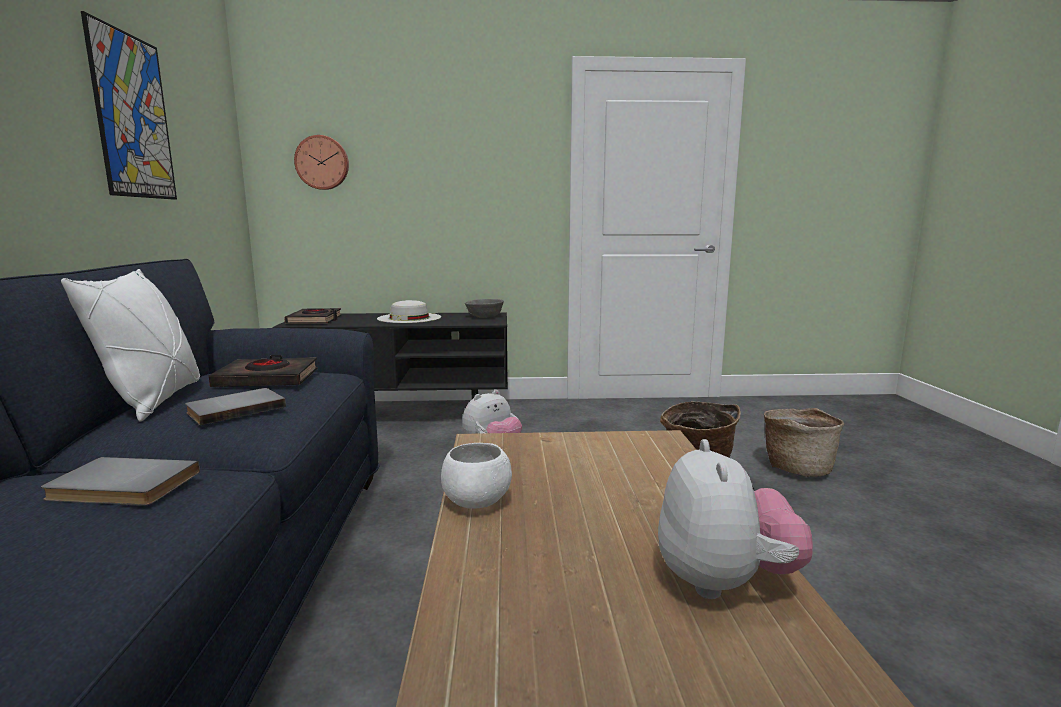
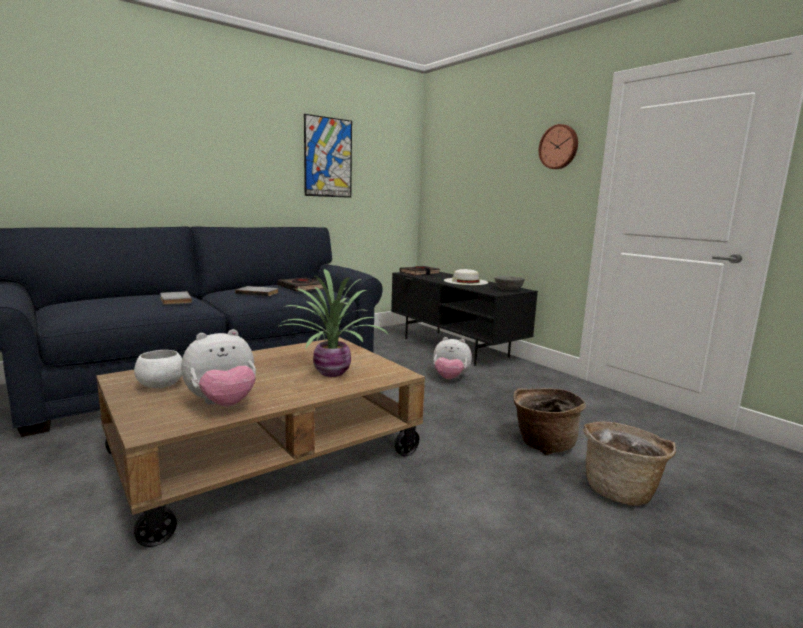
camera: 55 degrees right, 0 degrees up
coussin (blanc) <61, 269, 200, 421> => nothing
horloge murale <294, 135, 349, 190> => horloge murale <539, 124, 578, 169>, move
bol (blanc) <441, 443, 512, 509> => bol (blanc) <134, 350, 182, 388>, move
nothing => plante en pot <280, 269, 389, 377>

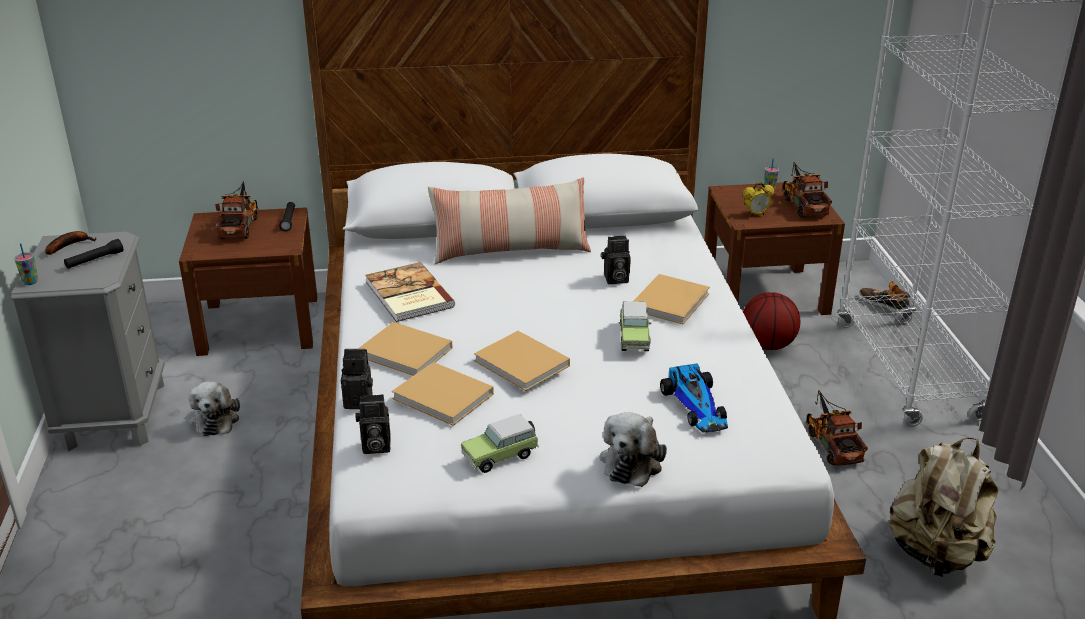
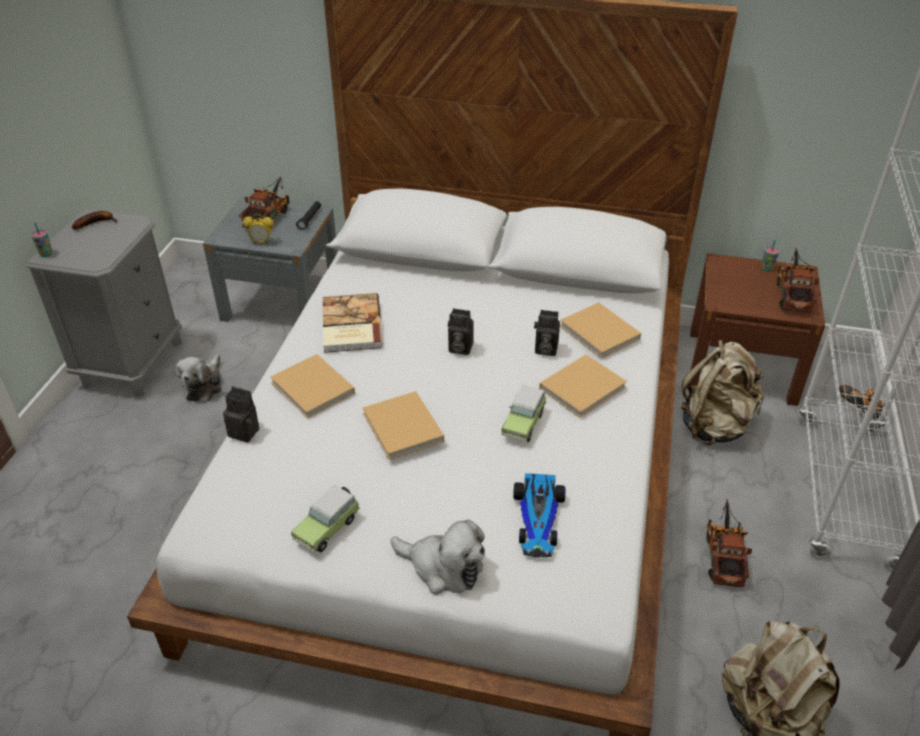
camera: 20 degrees right, 10 degrees up
lampe de poche (noir) <64, 239, 123, 269> => nothing
table de chevet (marron) <179, 207, 317, 356> => table de chevet (gris) <203, 197, 338, 322>
appareil photo <356, 394, 390, 454> => appareil photo <448, 308, 474, 355>, move
livre (beige) <392, 362, 494, 426> => livre (beige) <560, 302, 641, 359>, move
coussin <428, 177, 591, 264> => nothing
petite voiture <461, 414, 539, 473> => petite voiture <291, 485, 360, 553>, 45 degrees counterclockwise
peluche <600, 412, 667, 487> => peluche <390, 520, 485, 595>, 105 degrees counterclockwise
réveil <743, 182, 774, 217> => réveil <243, 214, 274, 244>, move
ballon de basket <743, 292, 800, 350> => sac à dos (beige) <681, 340, 764, 445>

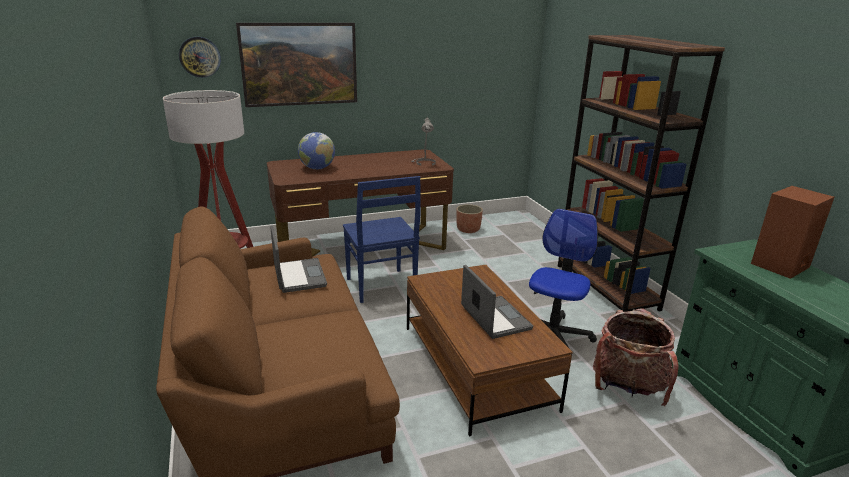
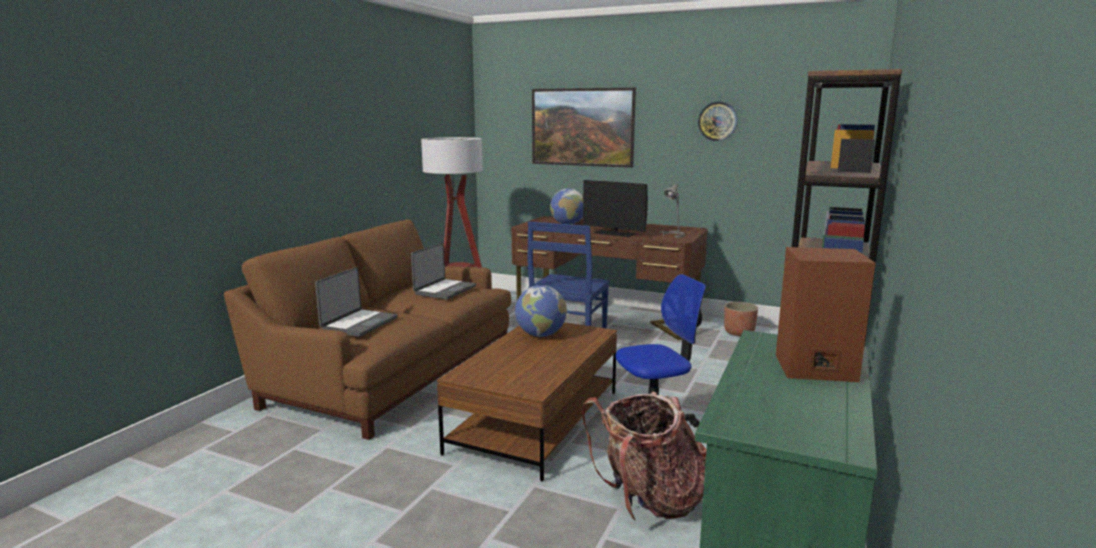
camera: 45 degrees right, 10 degrees down
horloge murale <179, 37, 221, 78> => horloge murale <698, 102, 738, 141>, move
ordinateur portable <461, 265, 533, 339> => ordinateur portable <315, 267, 398, 337>, move
nothing => globe <515, 285, 567, 337>
nothing => écran d'ordinateur <583, 180, 648, 237>

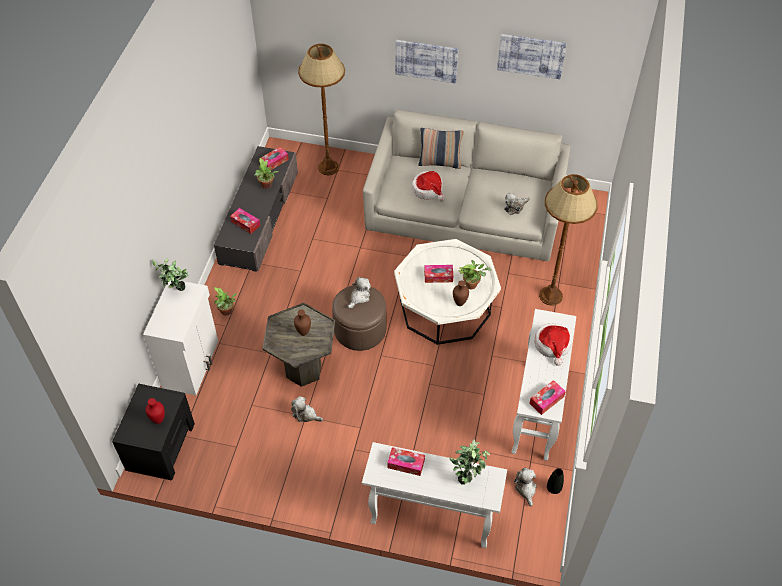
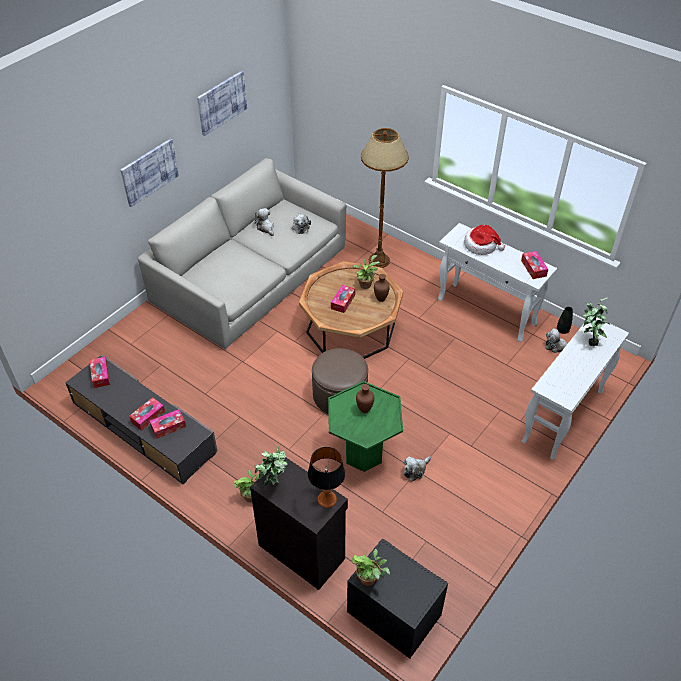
camera: 65 degrees left, 5 degrees down
meuble de rangement (blanc) <143, 281, 218, 395> => meuble de rangement (noir) <250, 458, 348, 590>
vase (rouge) <146, 398, 165, 424> => nothing
plante en pot <254, 158, 279, 189> => plante en pot <352, 549, 390, 586>, move
table d'appoint (gris) <262, 303, 335, 387> => table d'appoint (vert) <328, 381, 403, 472>
lampadaire (marron) <298, 44, 345, 175> => nothing
peluche <347, 277, 371, 309> => peluche <254, 208, 274, 236>, move
boîte à mouchoirs <387, 447, 425, 476> => boîte à mouchoirs <129, 397, 165, 431>, move
table basse (blanc) <394, 239, 501, 345> => table basse (marron) <299, 261, 403, 359>
chapeau <412, 171, 445, 201> => nothing
coussin <418, 128, 464, 169> => nothing
nothing => lampe de table <308, 447, 345, 508>

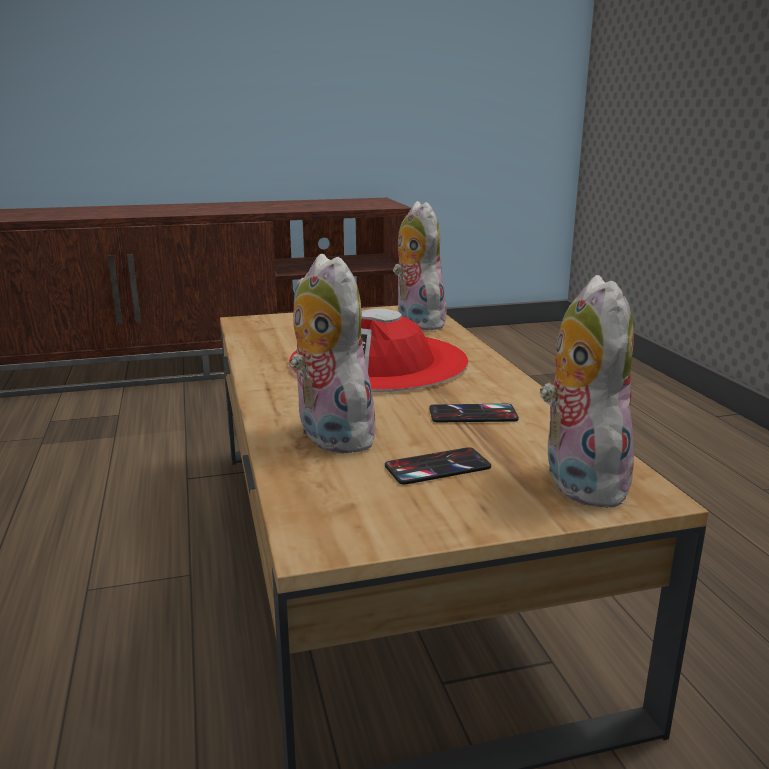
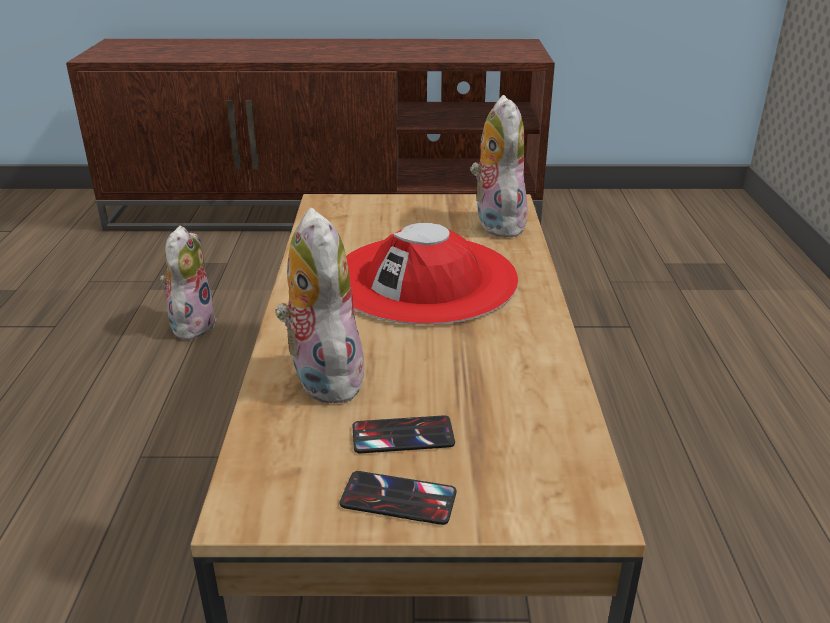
camera: 15 degrees right, 10 degrees up
téléphone <429, 404, 519, 423> => téléphone <340, 471, 457, 525>, move
peluche <540, 275, 634, 508> => peluche <160, 226, 217, 340>, move

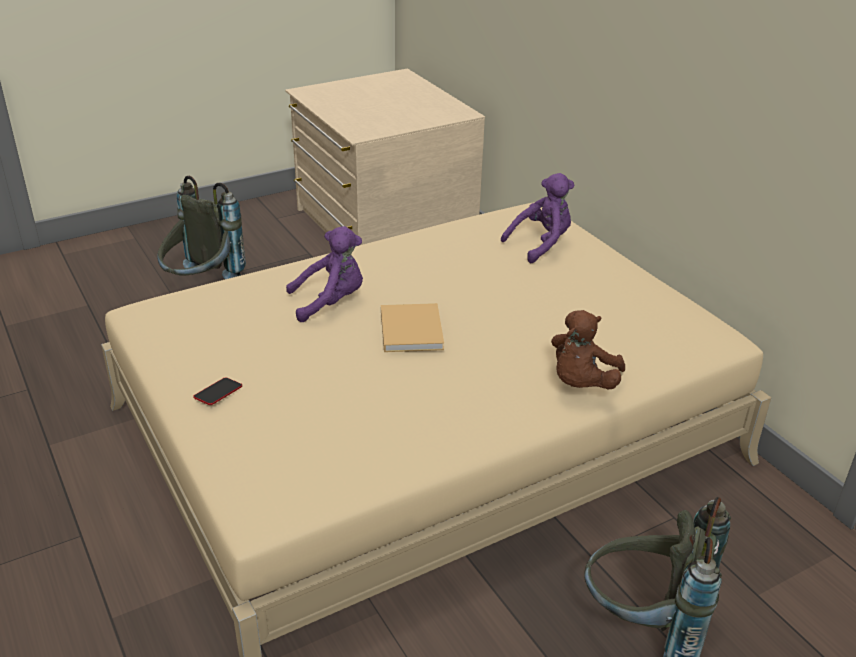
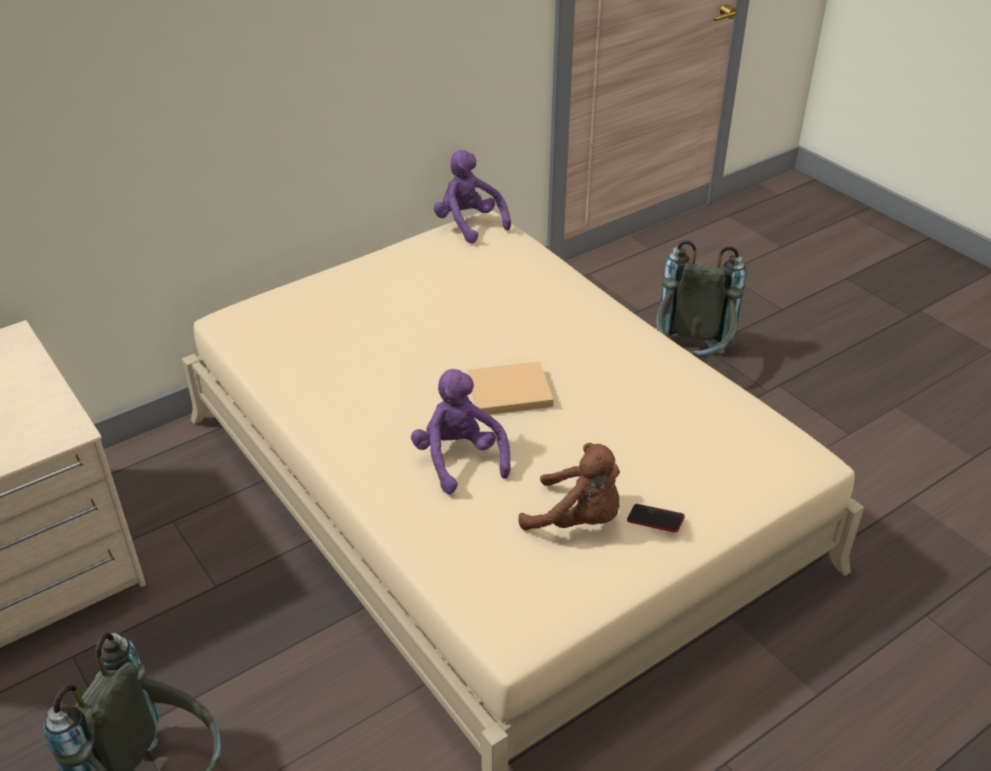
camera: 95 degrees left, 5 degrees up
peluche (violet) <501, 173, 575, 263> => peluche (violet) <434, 150, 511, 244>, move
peluche (marron) <551, 310, 625, 389> => peluche (marron) <519, 443, 620, 530>, move

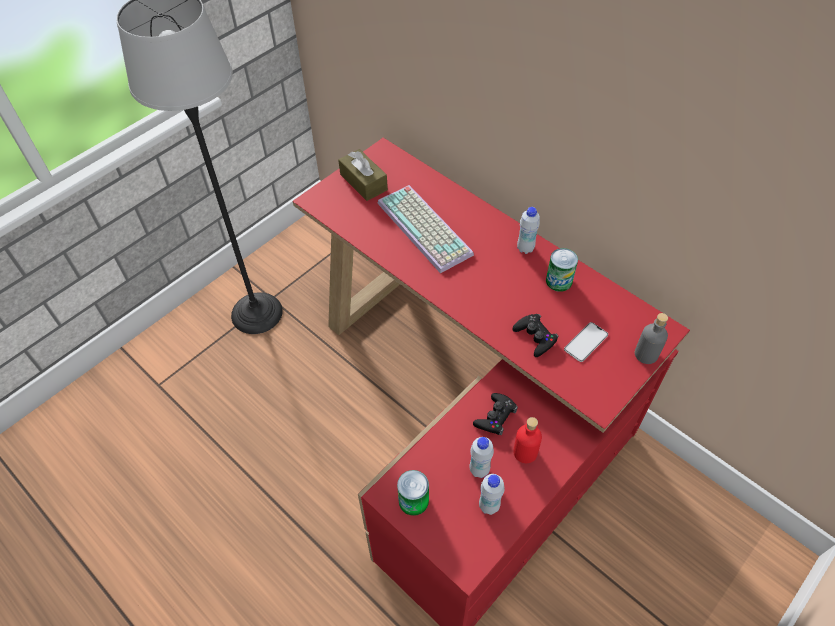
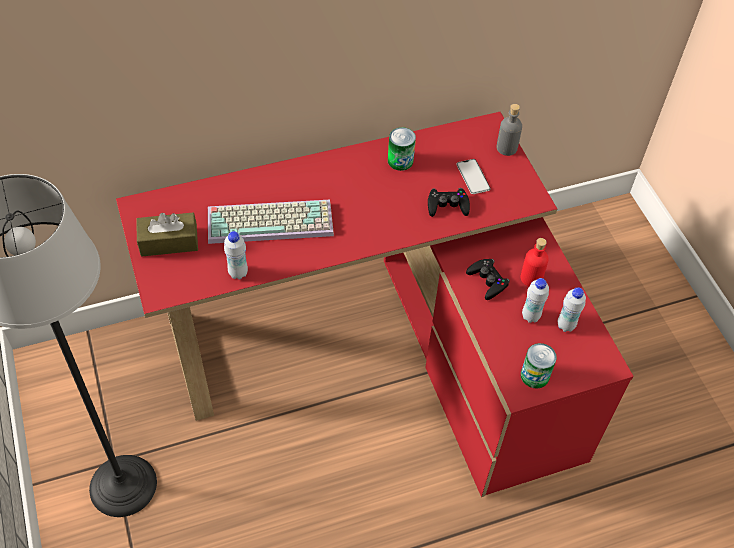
camera: 65 degrees left, 0 degrees up
bouteille (blanc) <517, 207, 540, 254> => bouteille (blanc) <224, 231, 248, 279>, move

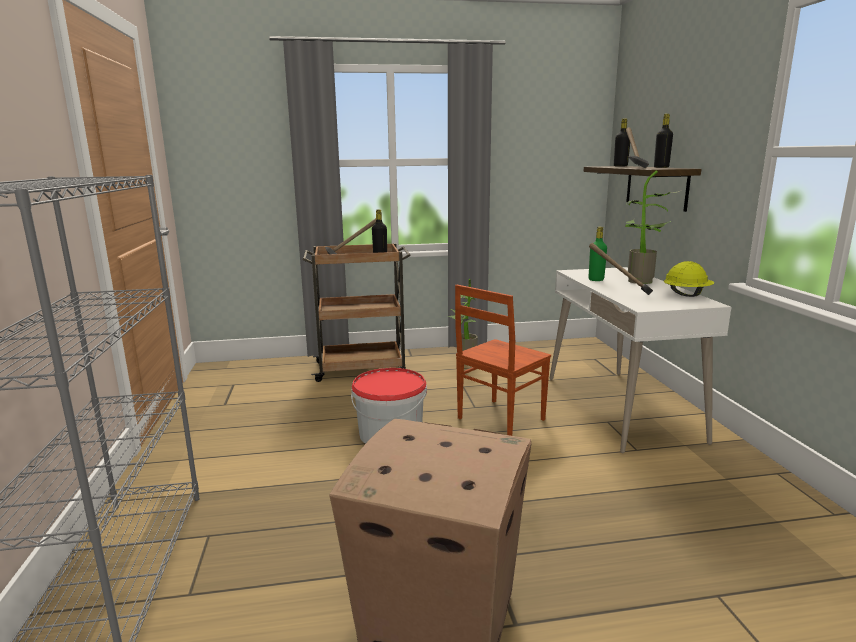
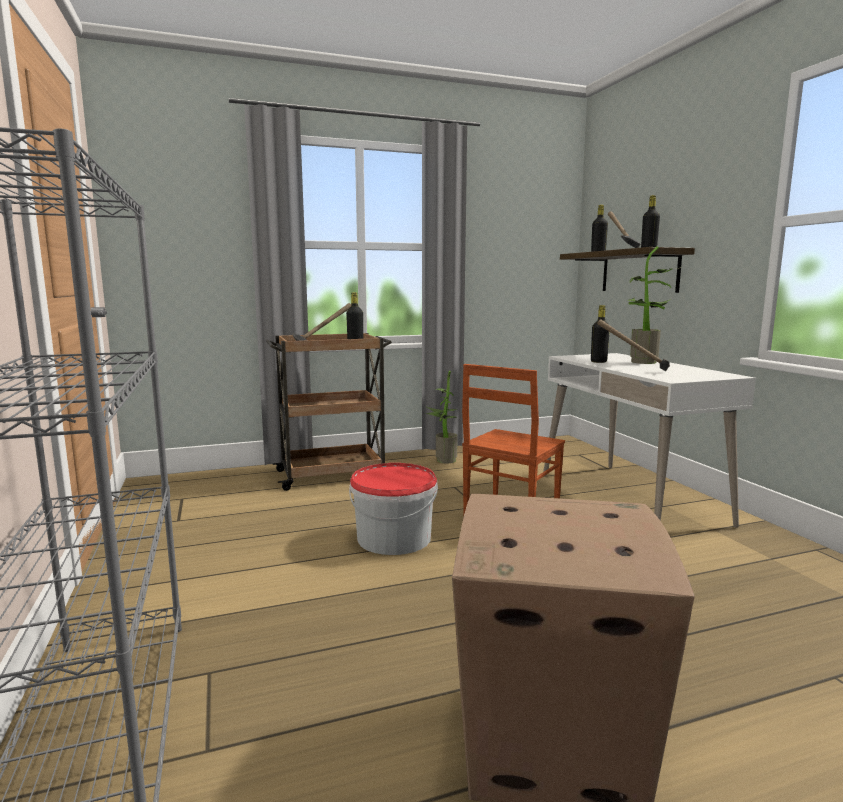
camera: 10 degrees left, 5 degrees down
bouteille (vert) <589, 227, 607, 281> => bouteille (noir) <591, 305, 609, 363>
casque de chantier (jaune) <664, 261, 714, 297> => nothing

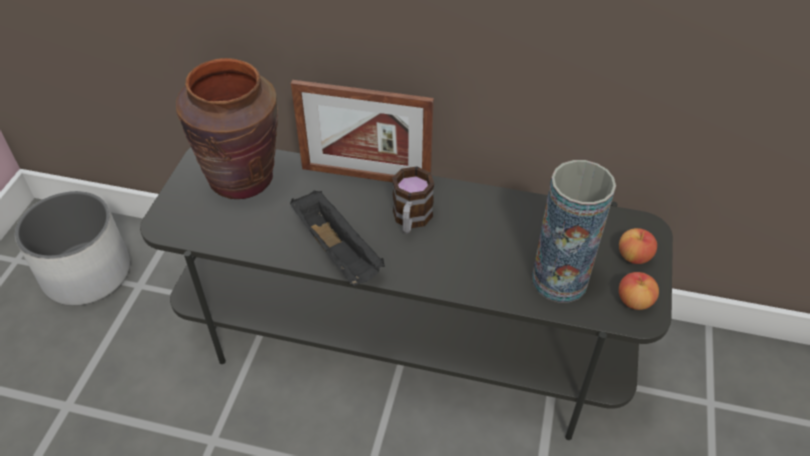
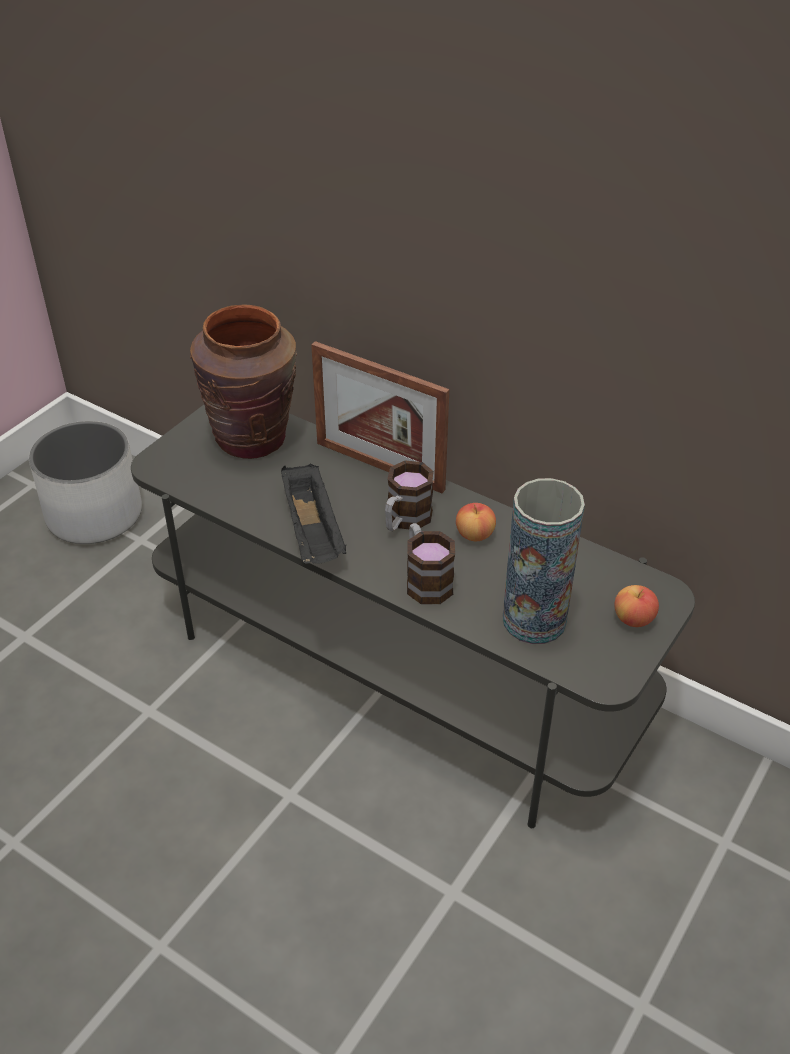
camera: 20 degrees right, 5 degrees down
pomme <619, 272, 659, 310> => pomme <456, 503, 496, 541>, move
nothing => mug <407, 523, 455, 604>

